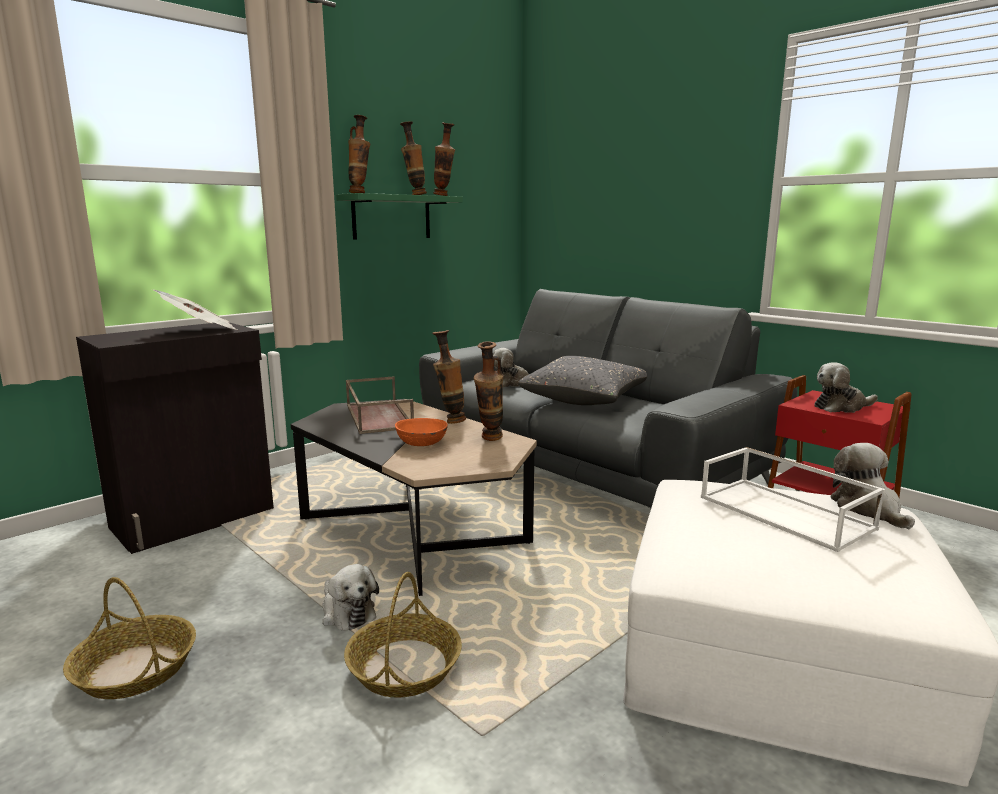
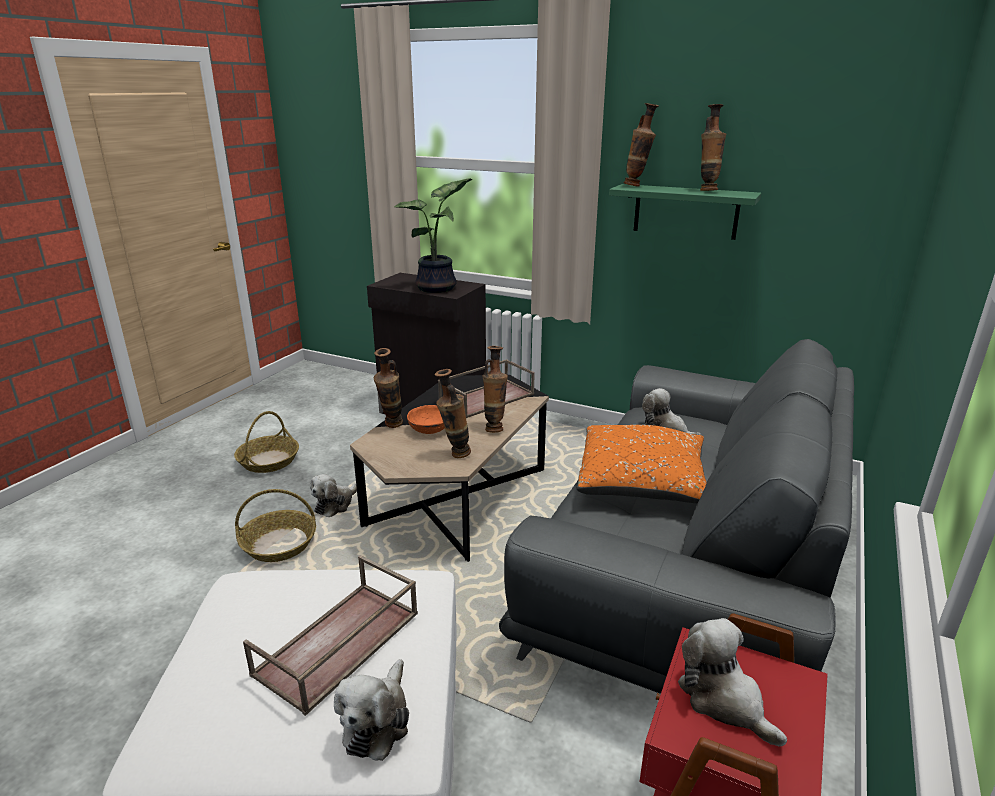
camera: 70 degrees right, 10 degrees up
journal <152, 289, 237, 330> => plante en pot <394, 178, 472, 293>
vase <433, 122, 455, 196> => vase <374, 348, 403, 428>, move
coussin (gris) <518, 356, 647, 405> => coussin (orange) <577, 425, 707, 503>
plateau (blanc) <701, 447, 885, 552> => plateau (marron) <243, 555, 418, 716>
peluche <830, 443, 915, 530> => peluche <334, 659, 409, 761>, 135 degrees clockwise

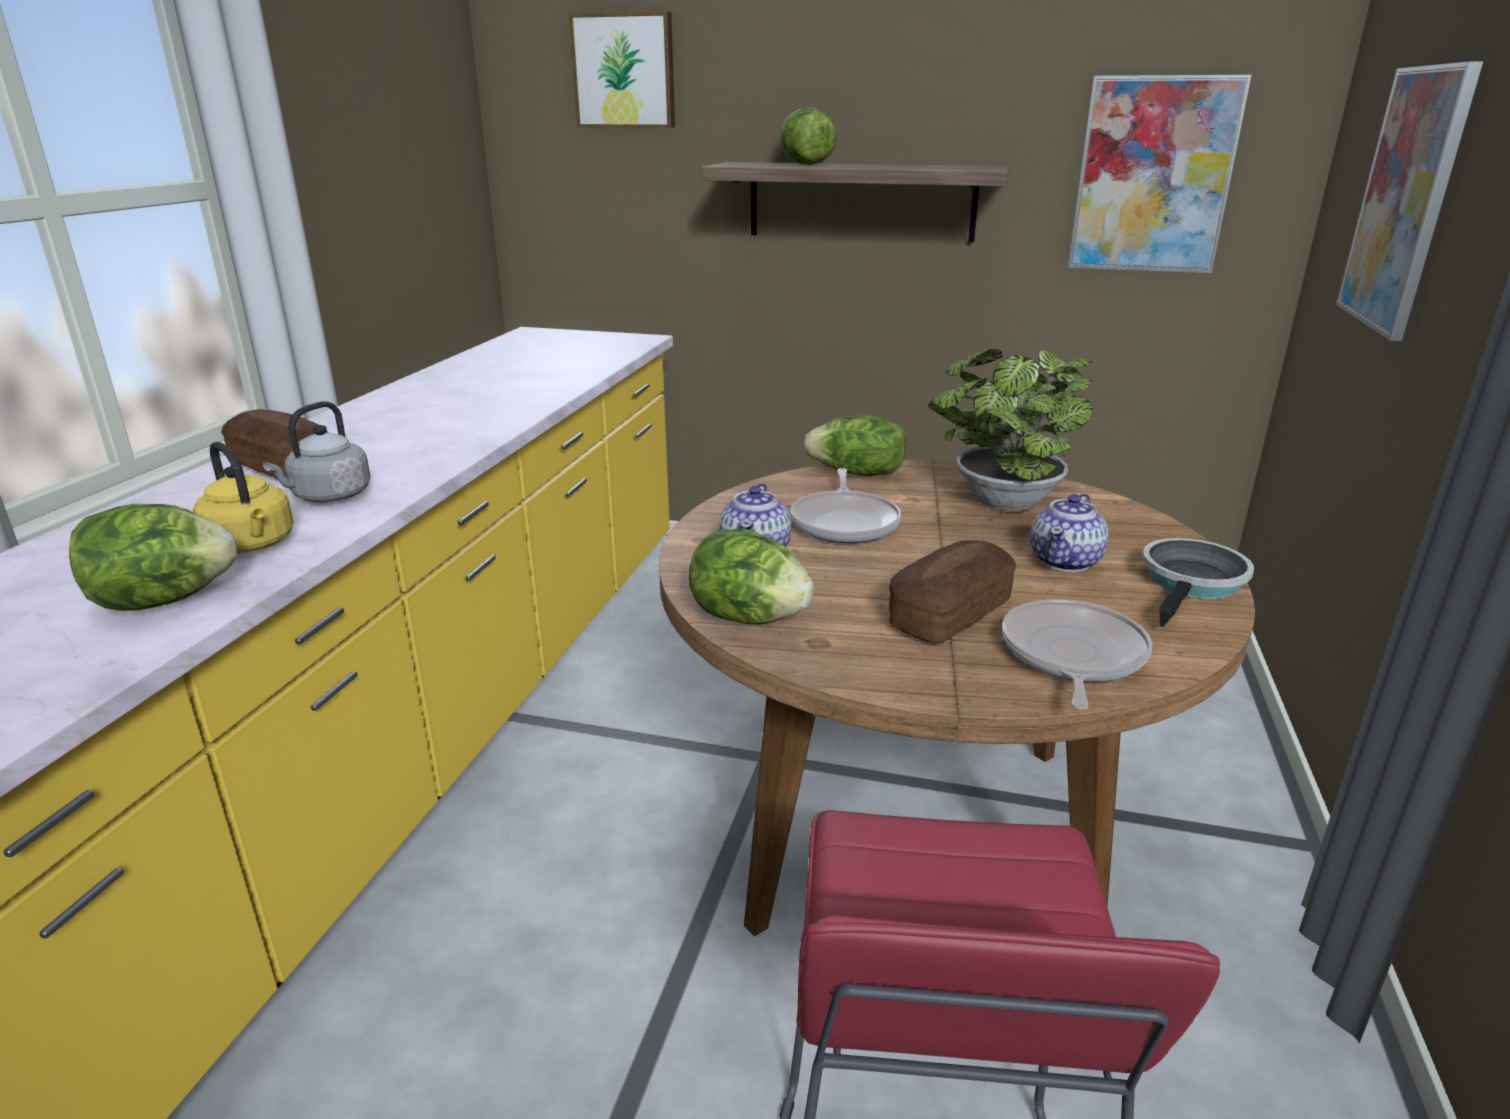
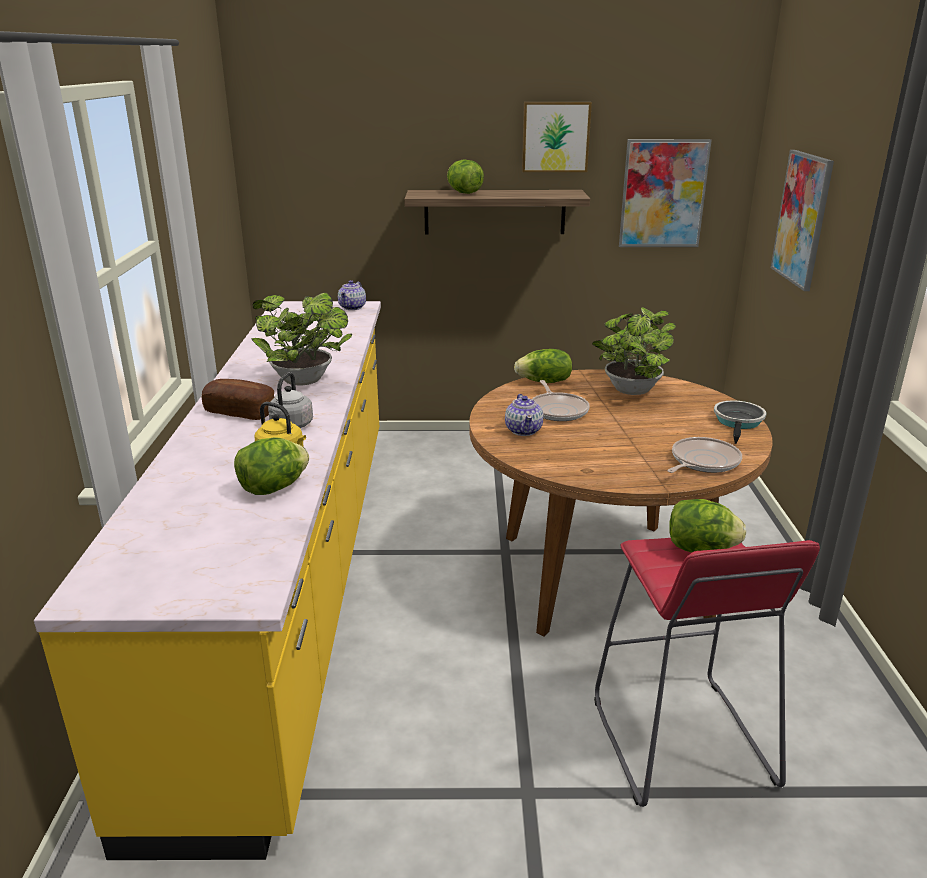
camera: 15 degrees left, 0 degrees up
tableau <569, 11, 675, 128> => tableau <522, 102, 592, 172>, move
laitue <688, 529, 814, 625> => laitue <669, 499, 746, 553>, move
pain <889, 540, 1016, 644> => nothing
poêle <1002, 599, 1152, 710> => poêle <668, 437, 742, 473>, 45 degrees clockwise
théière <1030, 494, 1109, 572> => théière <338, 280, 366, 310>, move
nothing => plante en pot <251, 293, 352, 385>

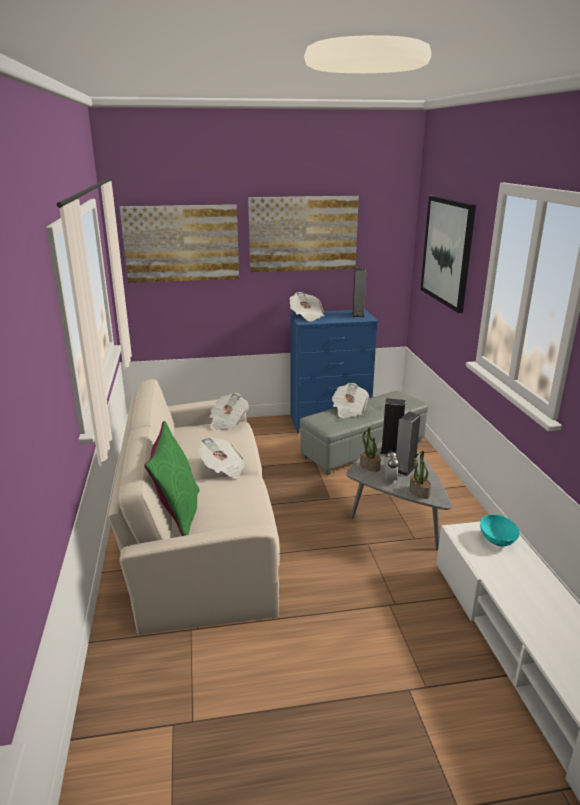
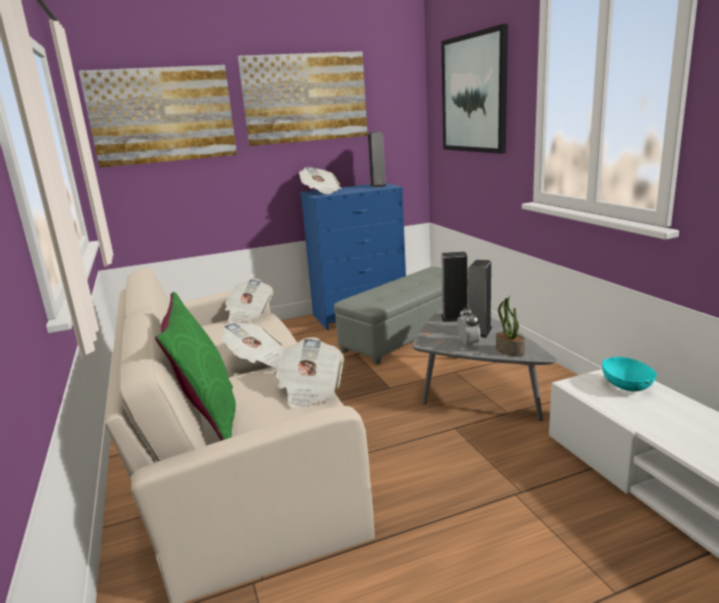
camera: 10 degrees left, 5 degrees down
journal <332, 383, 369, 418> => journal <274, 337, 345, 409>, move
plante en pot <360, 428, 381, 472> => nothing

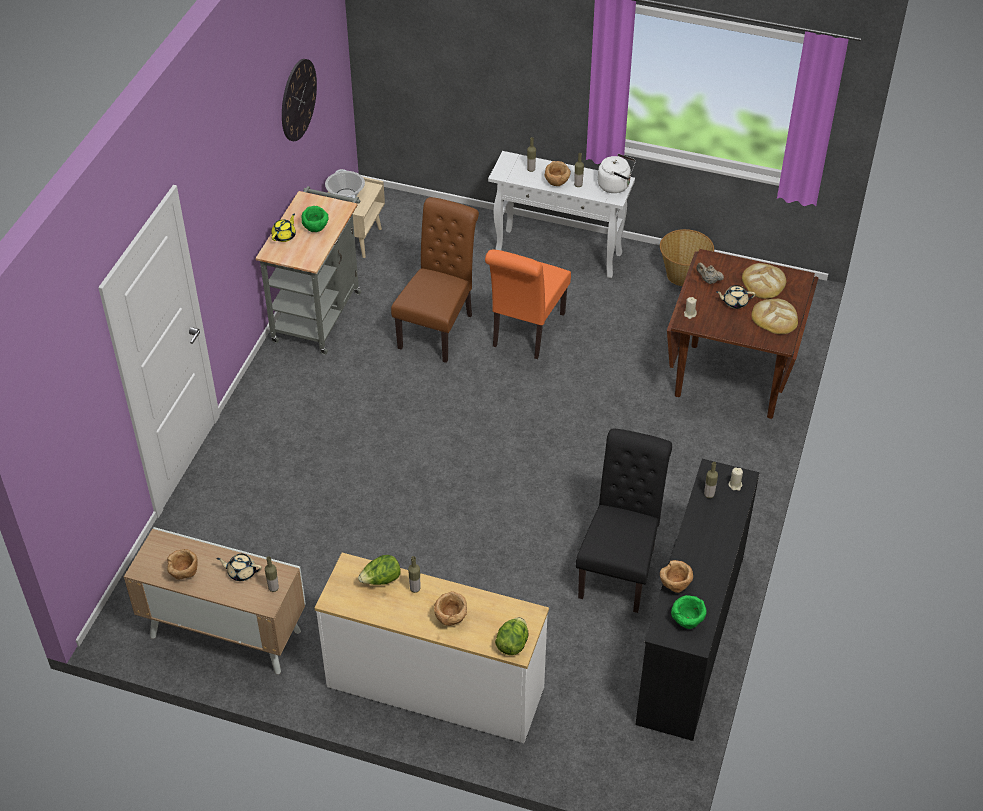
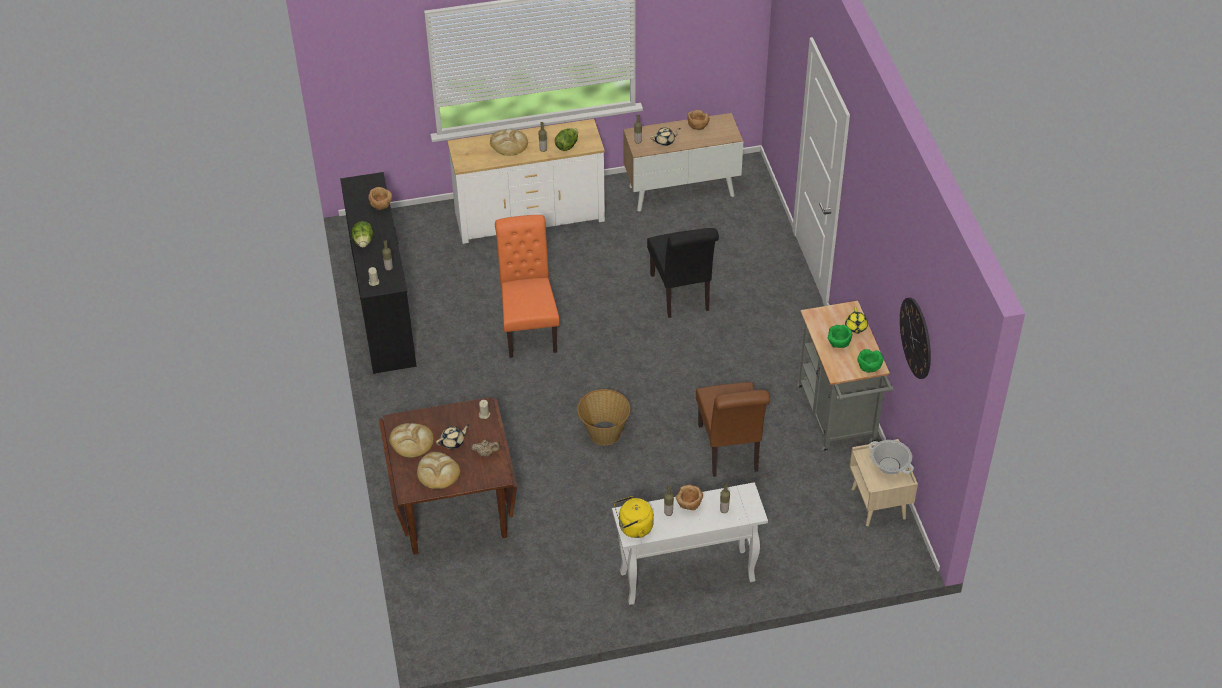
camera: 150 degrees right, 0 degrees up
bol (marron) <434, 591, 467, 626> => pain <490, 129, 528, 156>
chaise (orange) <485, 250, 571, 359> => chaise (orange) <495, 215, 559, 358>, move
laitue <495, 617, 528, 655> => laitue <352, 221, 373, 247>, move
chaise (noir) <576, 429, 672, 613> => chaise (noir) <647, 228, 719, 318>, move
bouilloire (blanc) <598, 154, 636, 193> => bouilloire (jaune) <614, 496, 654, 538>
panier <660, 229, 714, 286> => panier <577, 389, 630, 445>, move
bol (vert) <671, 595, 707, 629> => bol (vert) <857, 349, 883, 373>, move

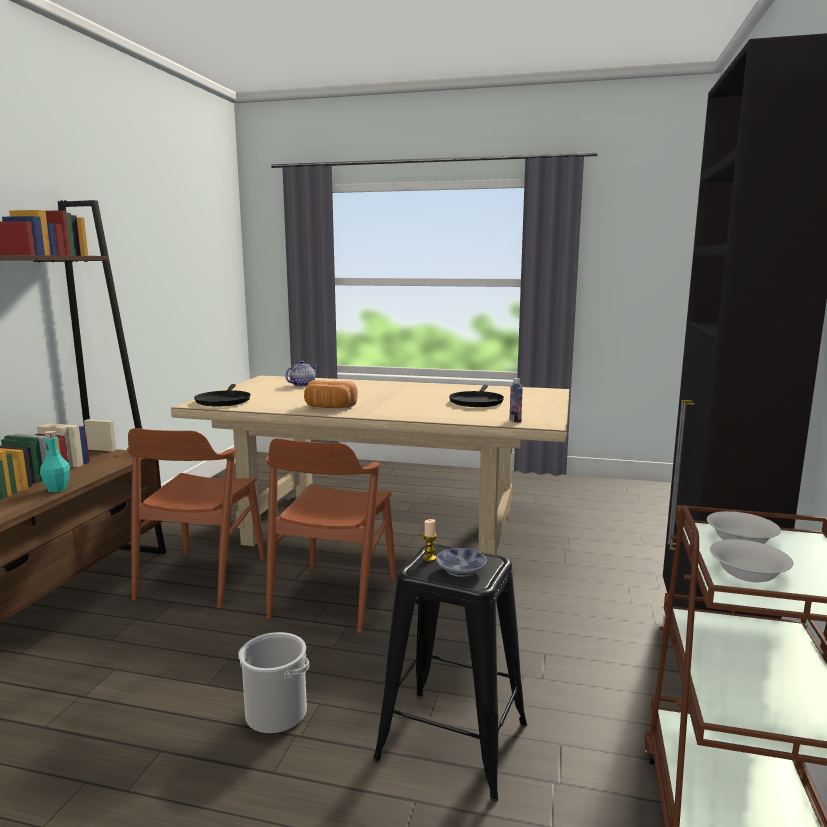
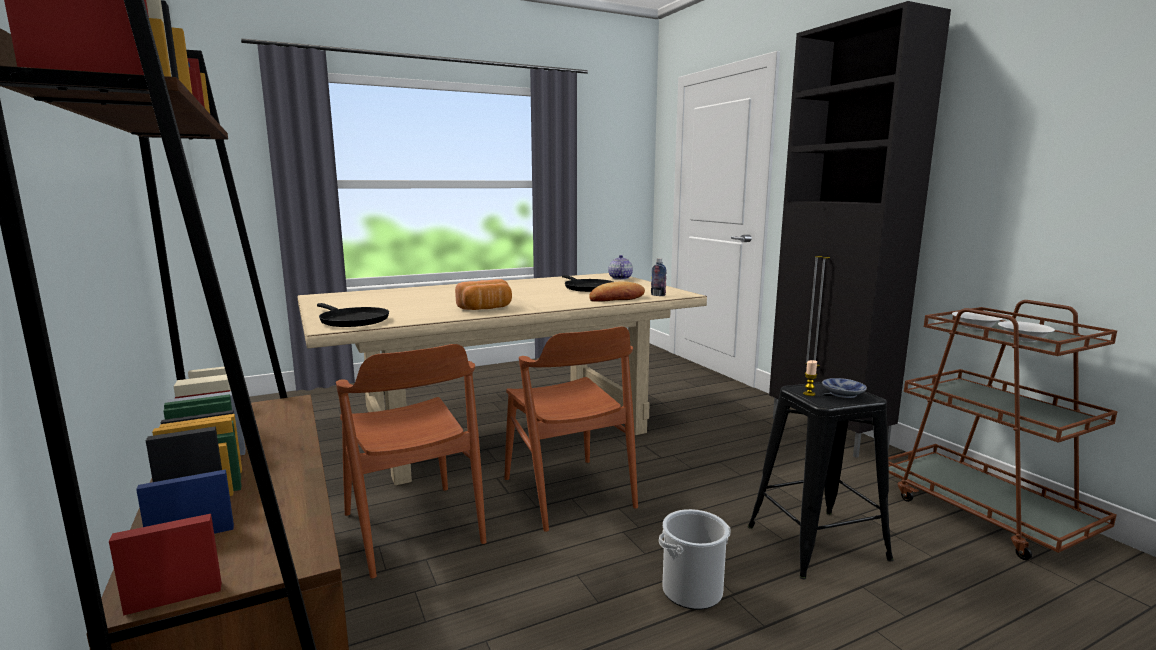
camera: 40 degrees left, 0 degrees up
bouteille (turquoise) <40, 431, 70, 492> => nothing
théière <285, 361, 318, 387> => théière <608, 255, 633, 280>, move
nothing => pain <589, 281, 645, 302>

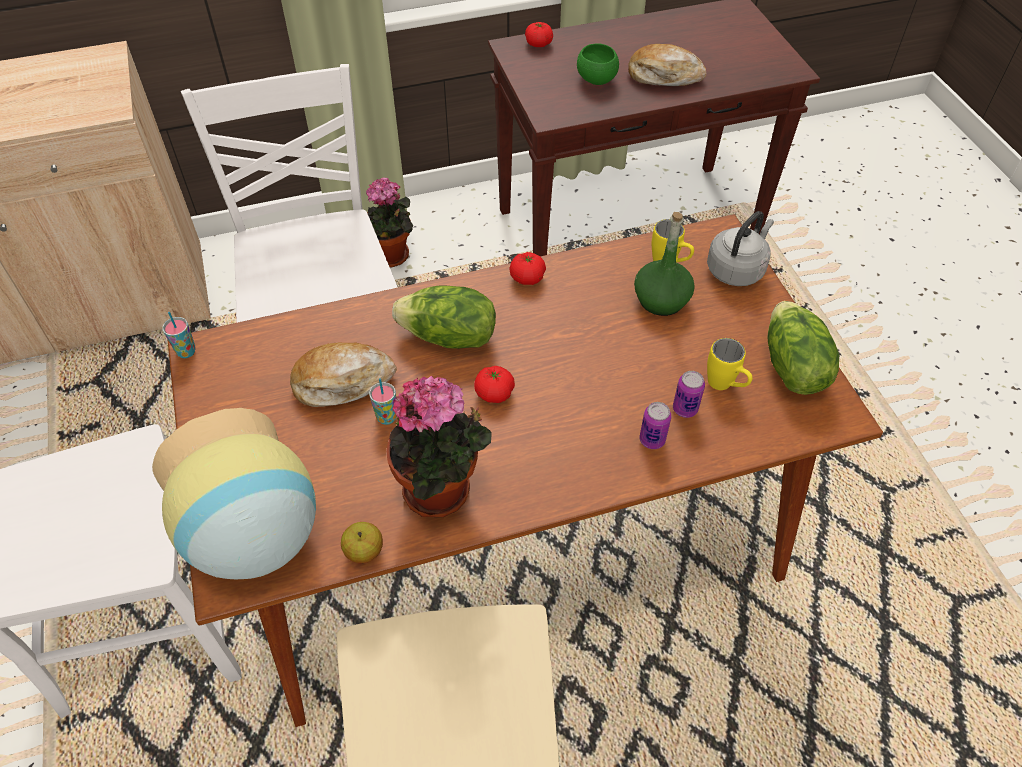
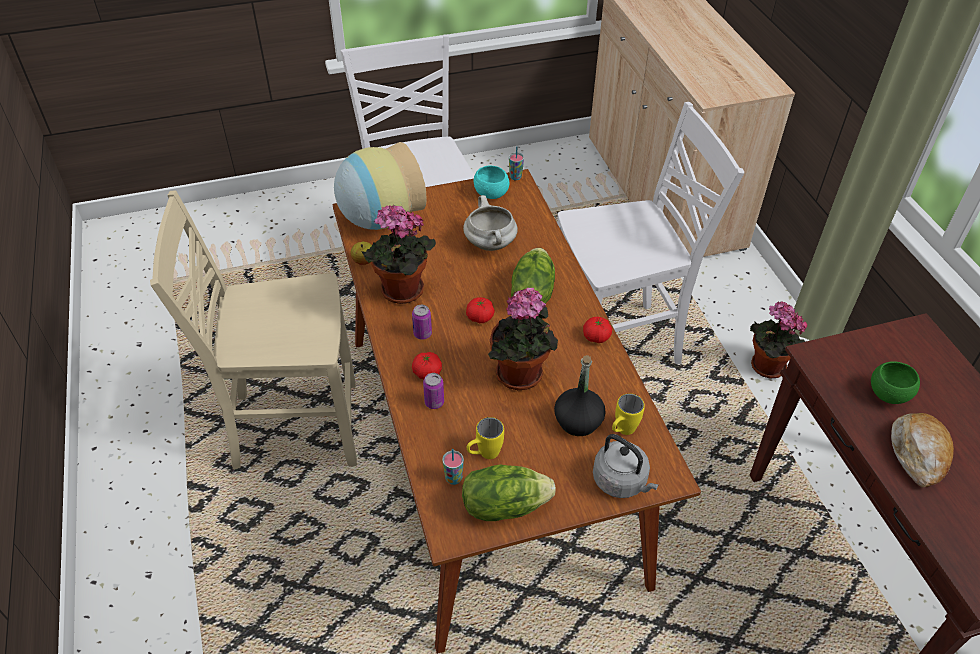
camera: 90 degrees right, 5 degrees down
pain <290, 343, 397, 407> => marmite (blanc) <463, 195, 518, 251>
tasse <369, 378, 397, 425> => tasse <442, 449, 464, 485>, move
tomate <525, 22, 553, 47> => tomate <412, 352, 442, 380>, move
bouteille (vert) <634, 212, 695, 316> => bouteille (noir) <554, 355, 606, 436>
boîte métallique <673, 371, 705, 418> => boîte métallique <412, 305, 432, 340>, move
nothing => bol (turquoise) <474, 166, 509, 199>
nothing => plante en pot <488, 287, 558, 390>

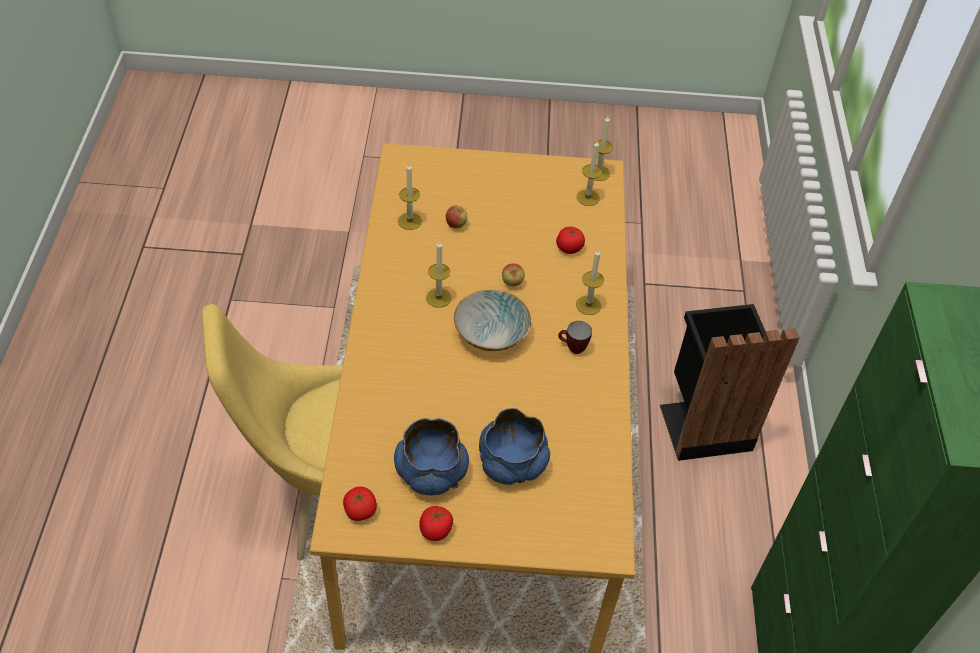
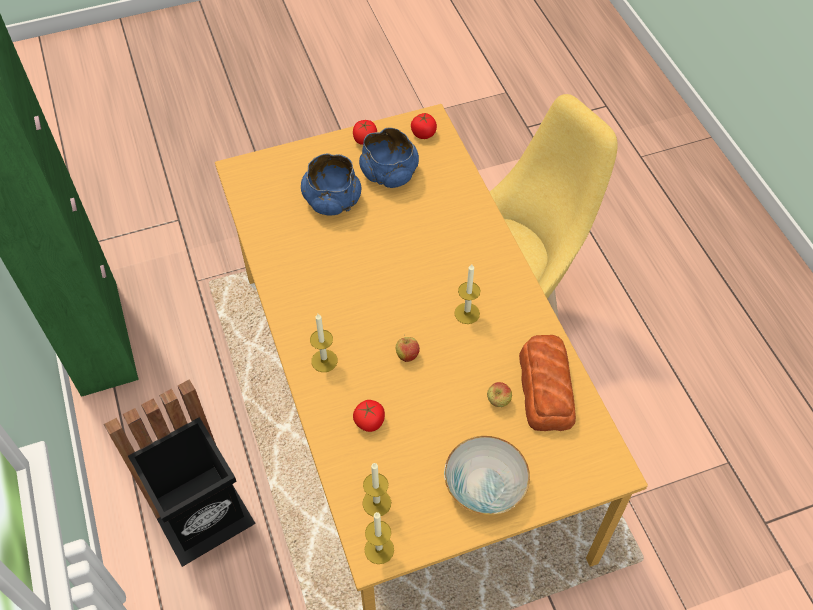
camera: 160 degrees right, 5 degrees up
bougie <398, 164, 422, 230> => pain <519, 335, 576, 431>
bol <454, 290, 531, 351> => bol <444, 436, 530, 515>, move
mug <558, 321, 592, 354> => nothing

